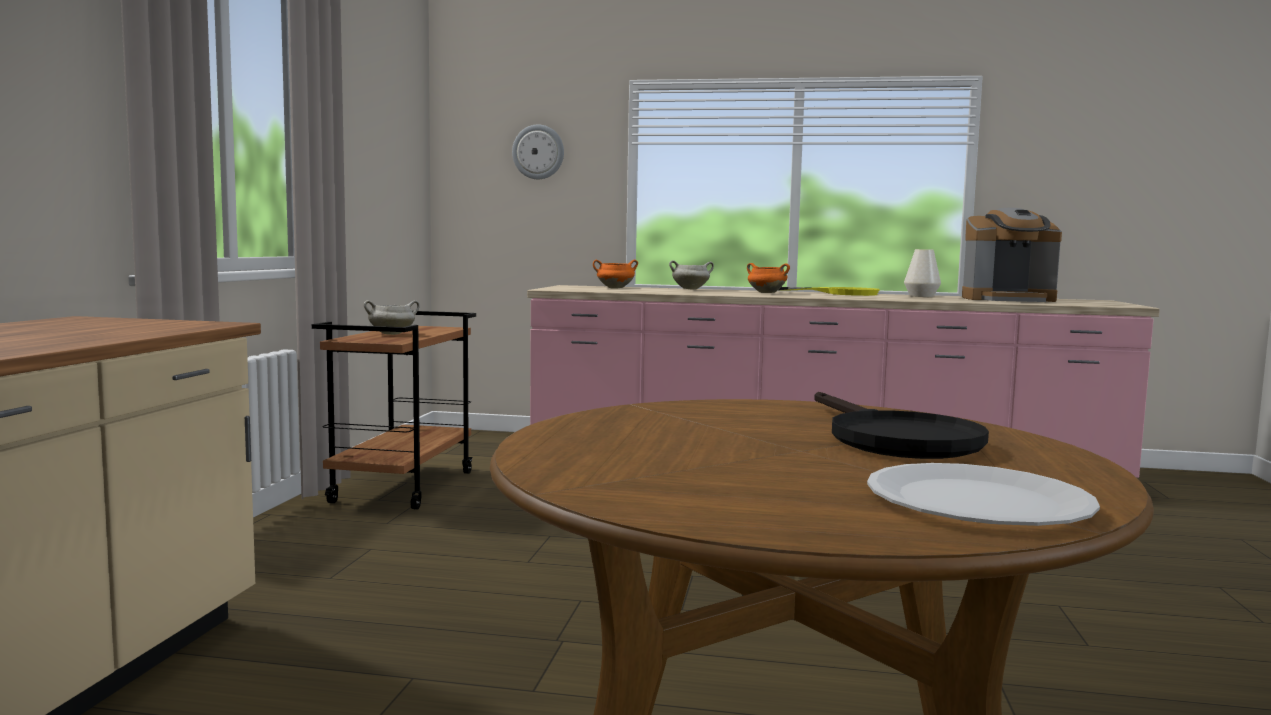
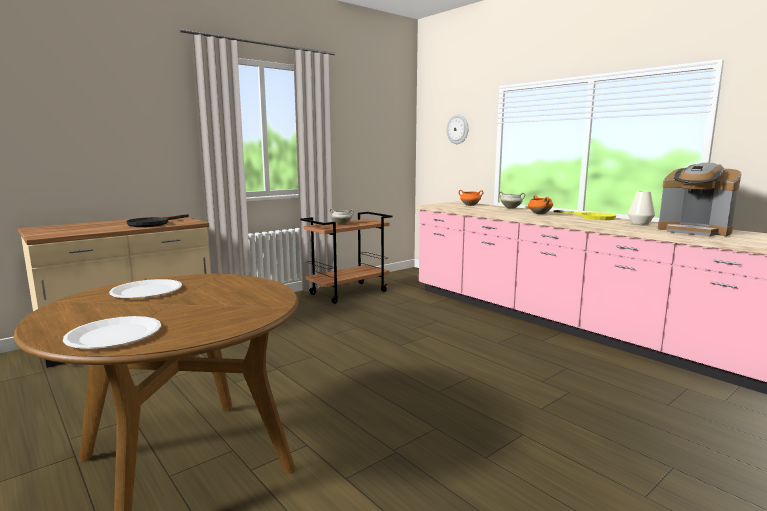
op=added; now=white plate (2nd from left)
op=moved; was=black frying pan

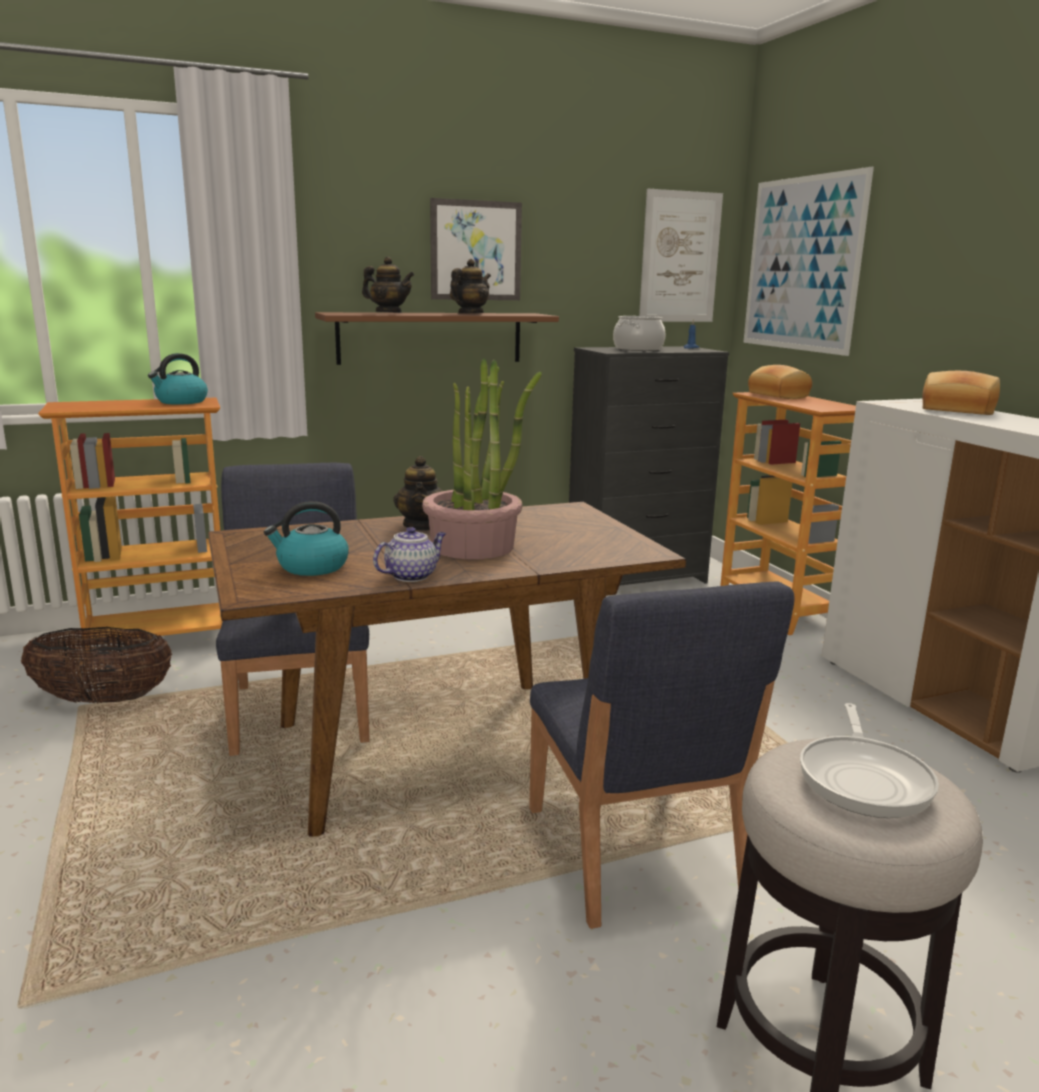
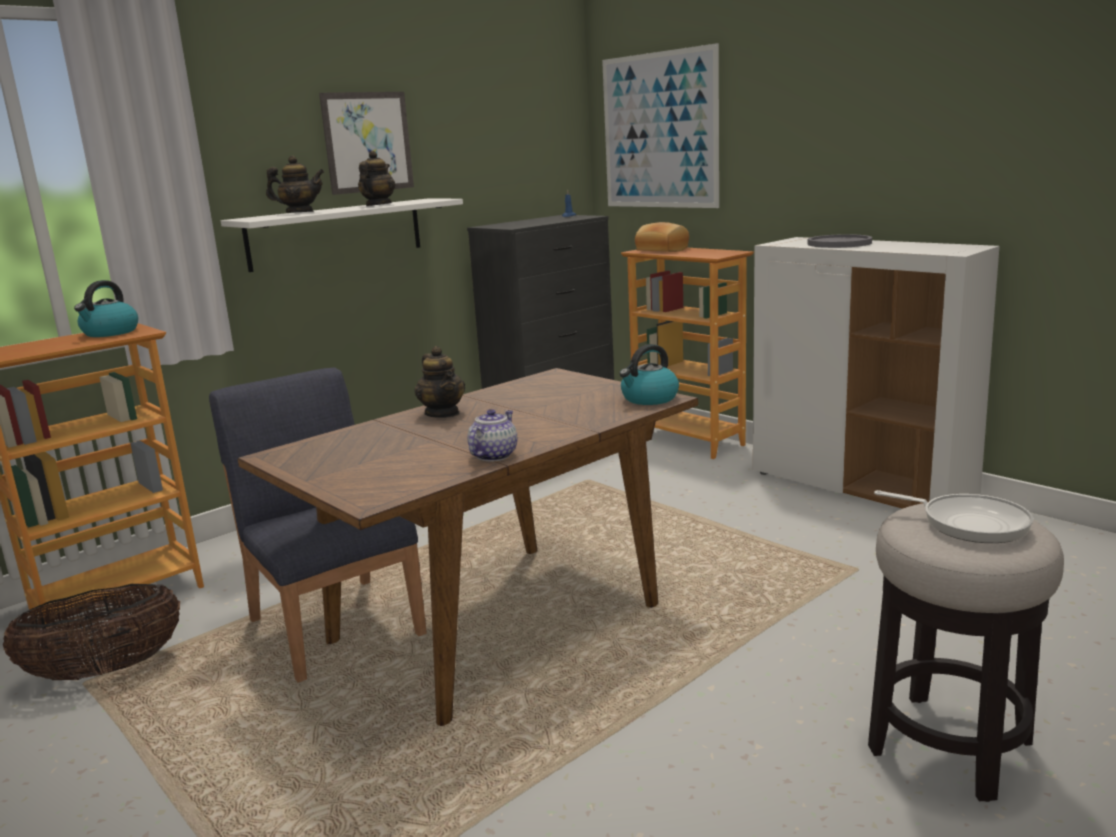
op=removed; was=potted plant
op=removed; was=blue chair (2nd from left)
op=removed; was=cooking pot
op=removed; was=picture (2nd from left)
op=moved; was=kettle (2nd from left)
op=replaced; was=bread (2nd from left); now=grey plate
op=recoloured; was=brown shelf; now=white shelf
op=turned; was=frying pan; clockwise=-45

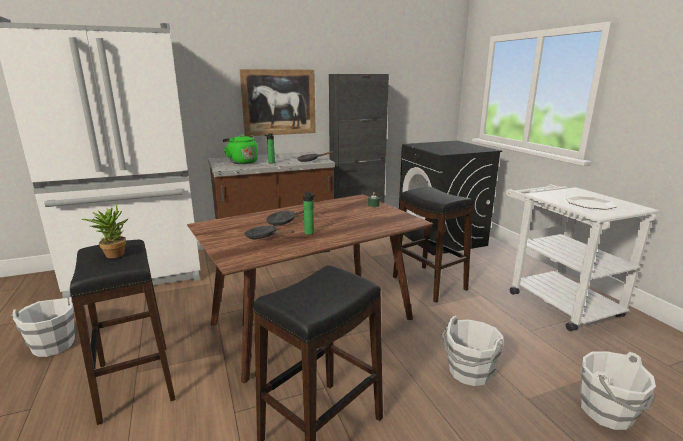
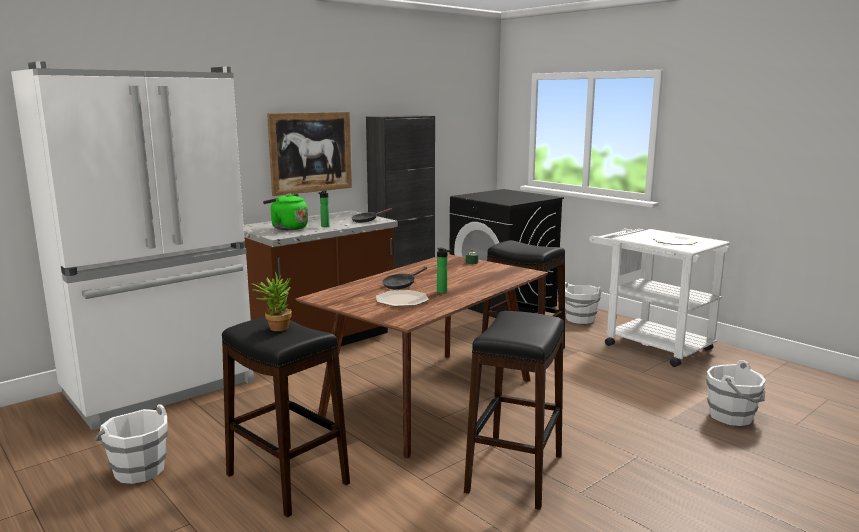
op=moved; was=white bucket (2nd from left)
op=replaced; was=black frying pan (1st from left); now=plate (1st from left)

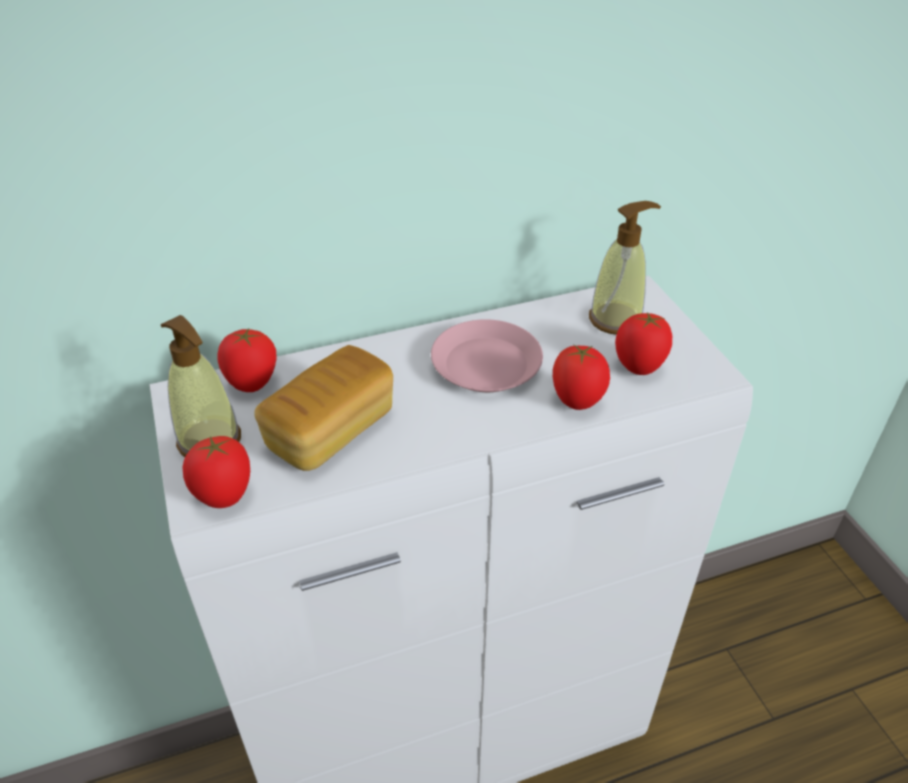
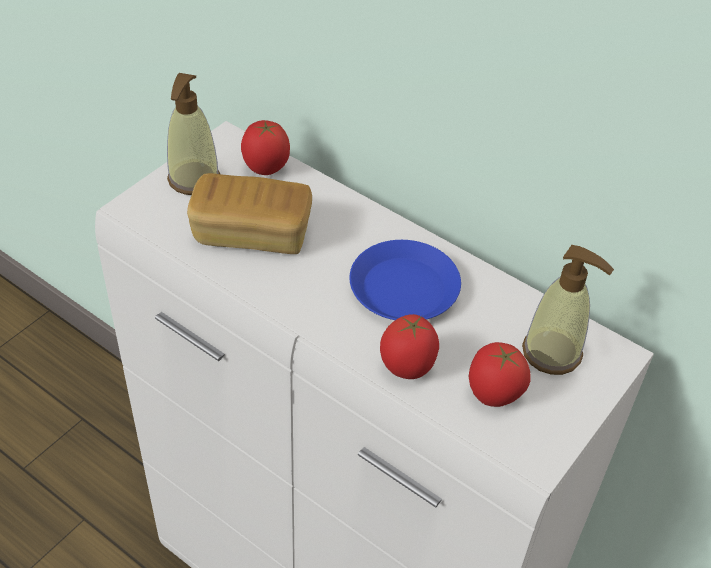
op=removed; was=tomato (1st from left)
op=recoloured; was=pink plate; now=blue plate

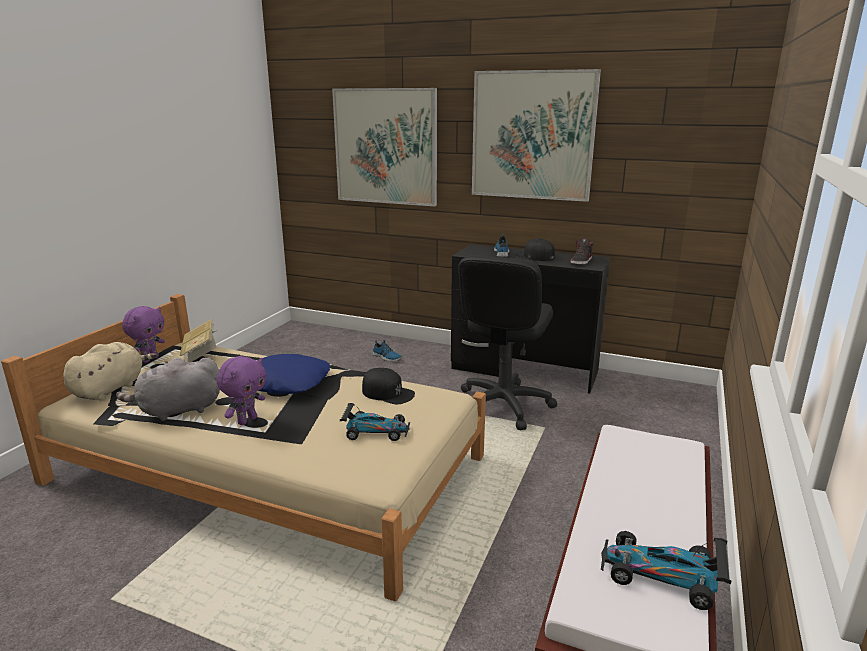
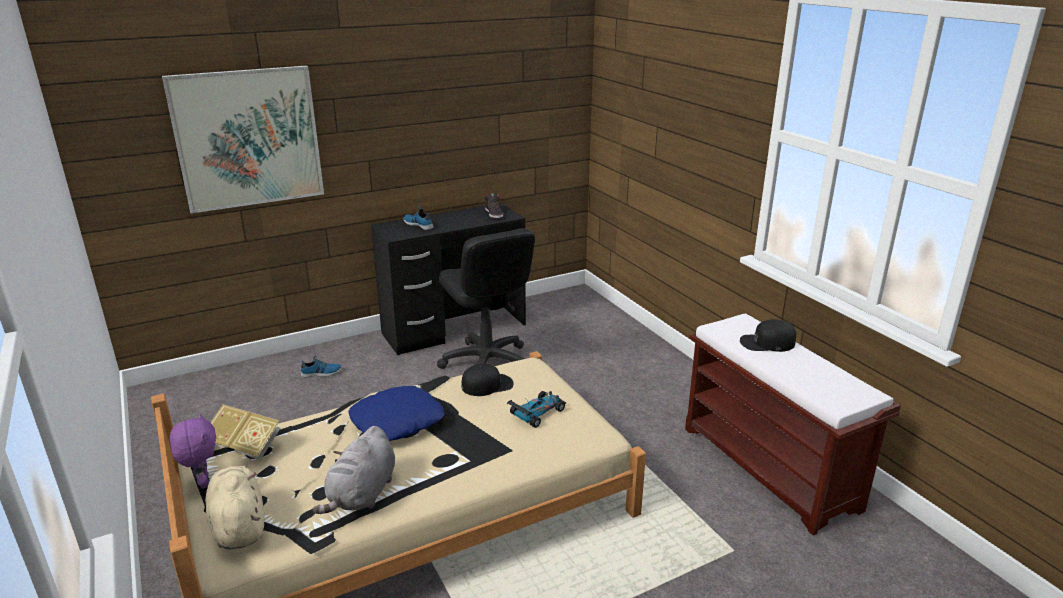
op=removed; was=purple plush toy (2nd from left)
op=removed; was=picture (2nd from left)
op=removed; was=toy car (2nd from left)
op=moved; was=black cap (2nd from left)

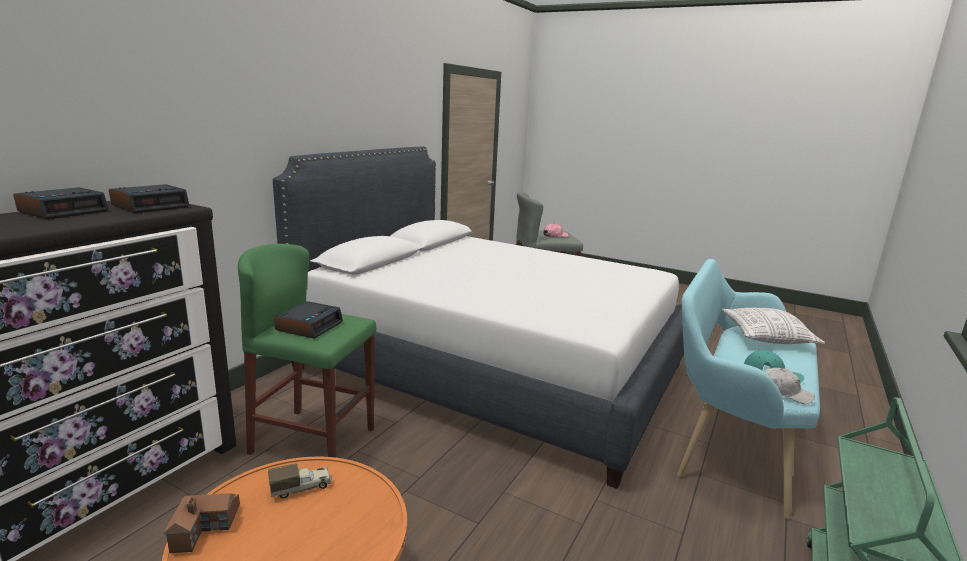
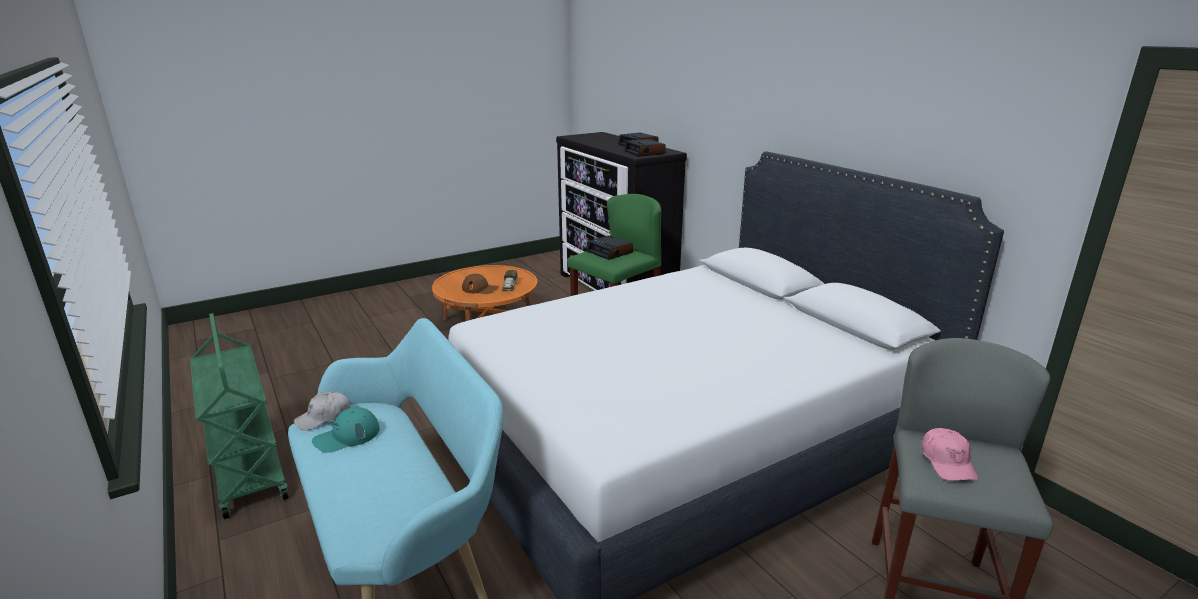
op=removed; was=toy house
op=removed; was=pillow
op=added; now=brown cap

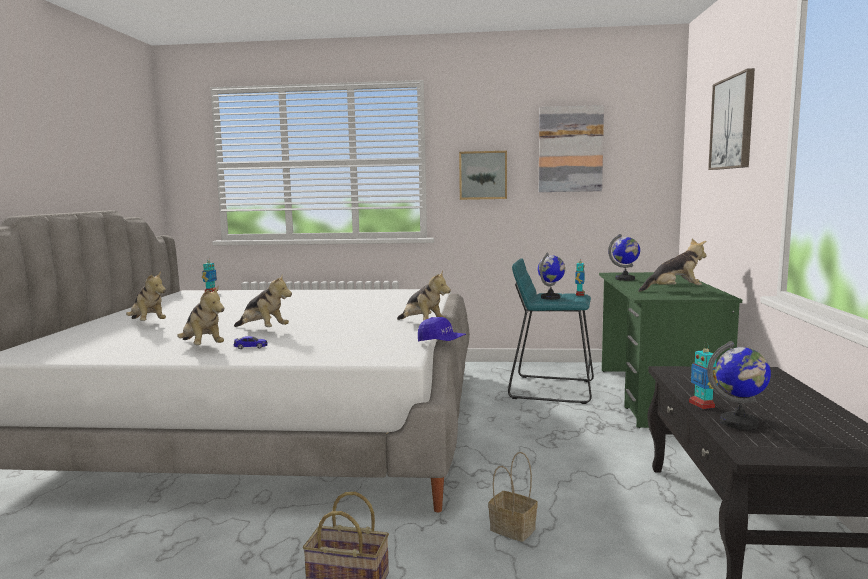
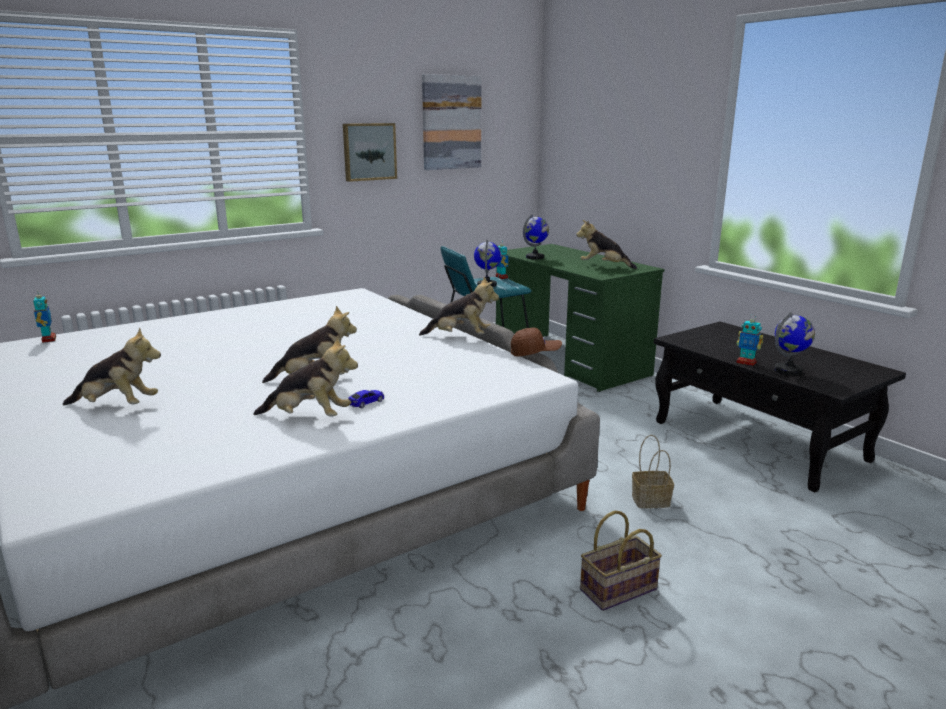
op=removed; was=picture (3rd from left)
op=recoloured; was=blue cap; now=brown cap
op=turned; was=plush toy (5th from left); clockwise=-120

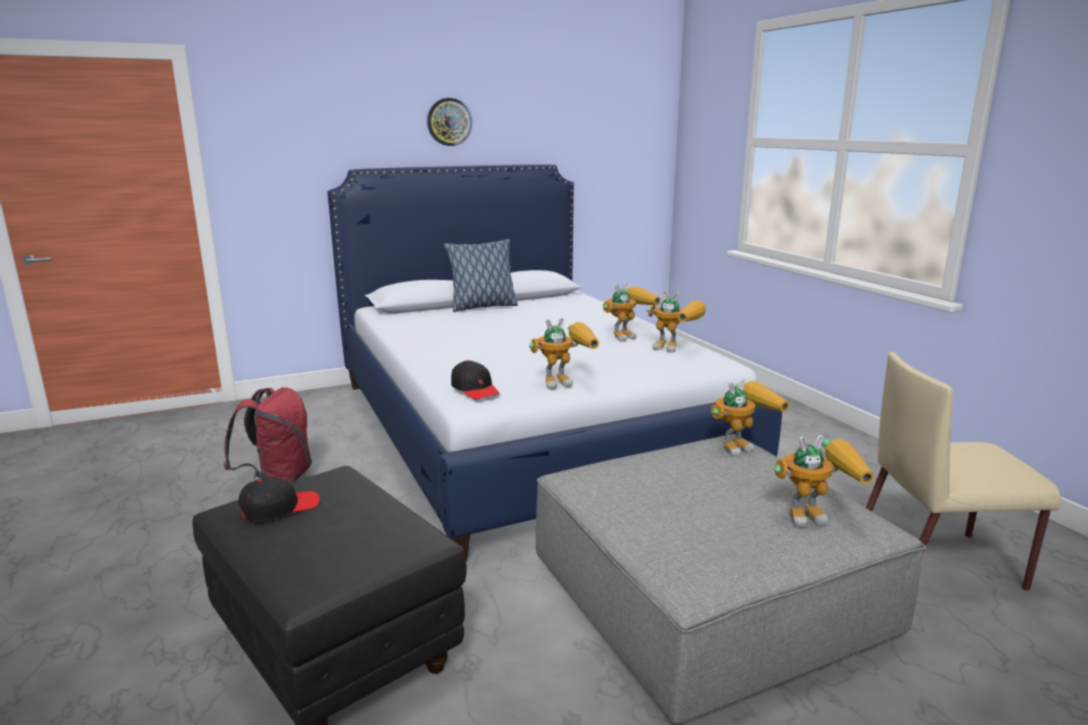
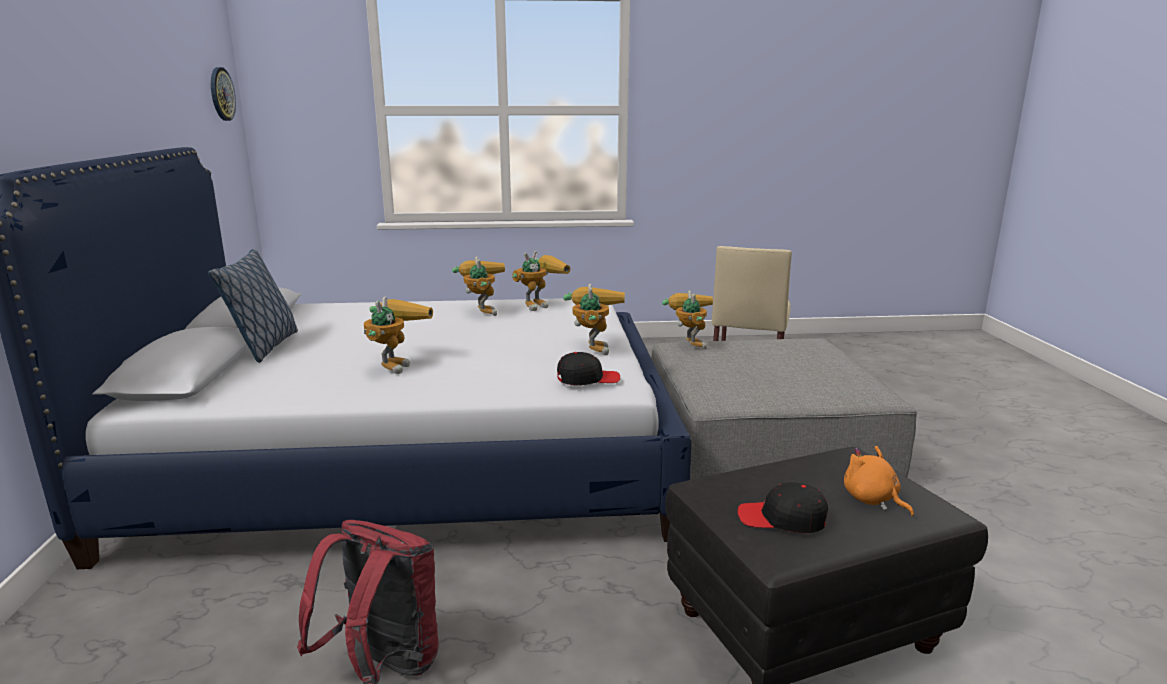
op=added; now=orange plush toy
op=moved; was=wall clock
op=moved; was=toy robot (5th from left in the first image); now=toy robot (1st from left)
op=turned; was=black cap (1st from left in the first image); clockwise=-60

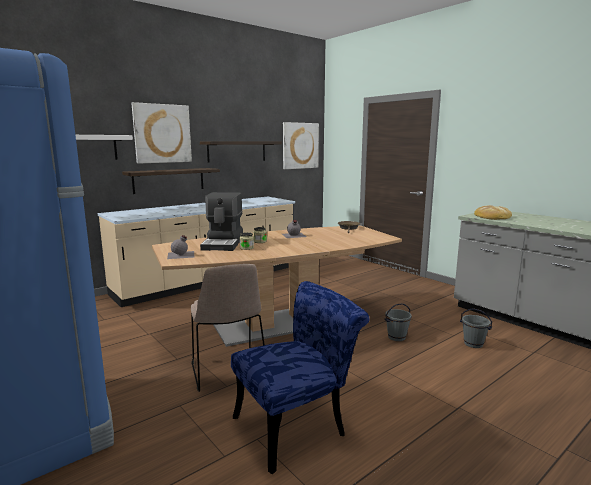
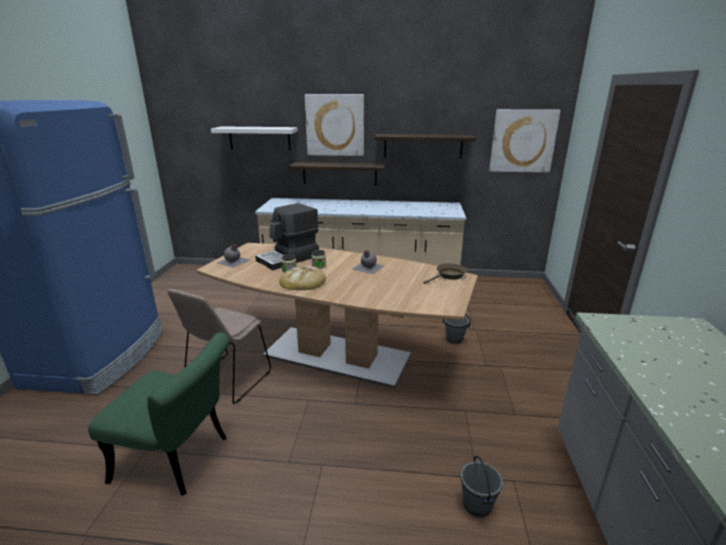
op=moved; was=grey bucket (1st from left)
op=moved; was=bread
op=recoloured; was=blue chair; now=green chair

